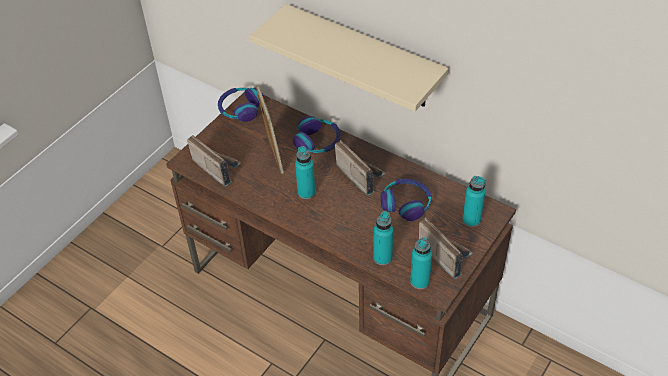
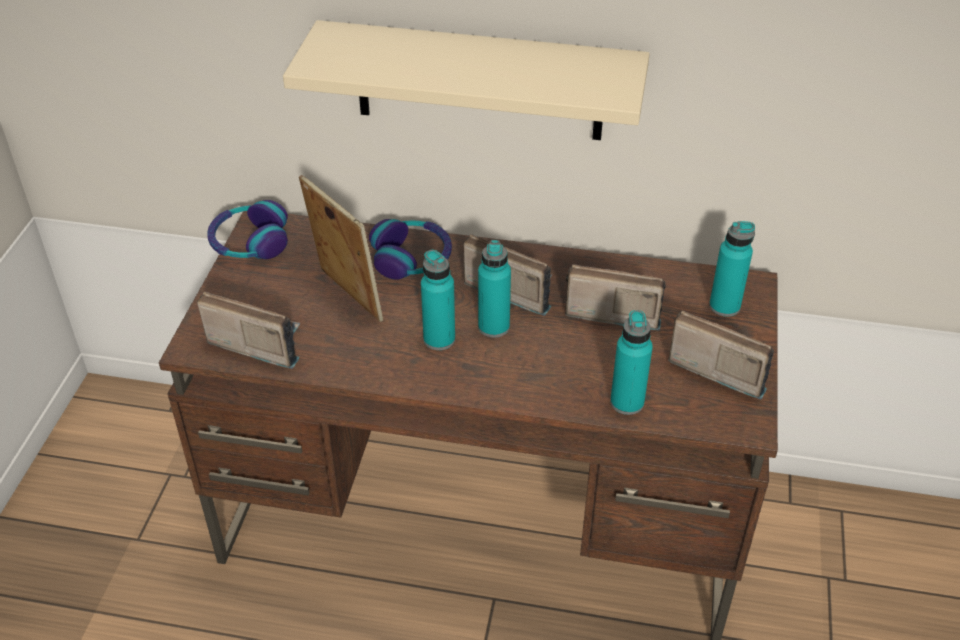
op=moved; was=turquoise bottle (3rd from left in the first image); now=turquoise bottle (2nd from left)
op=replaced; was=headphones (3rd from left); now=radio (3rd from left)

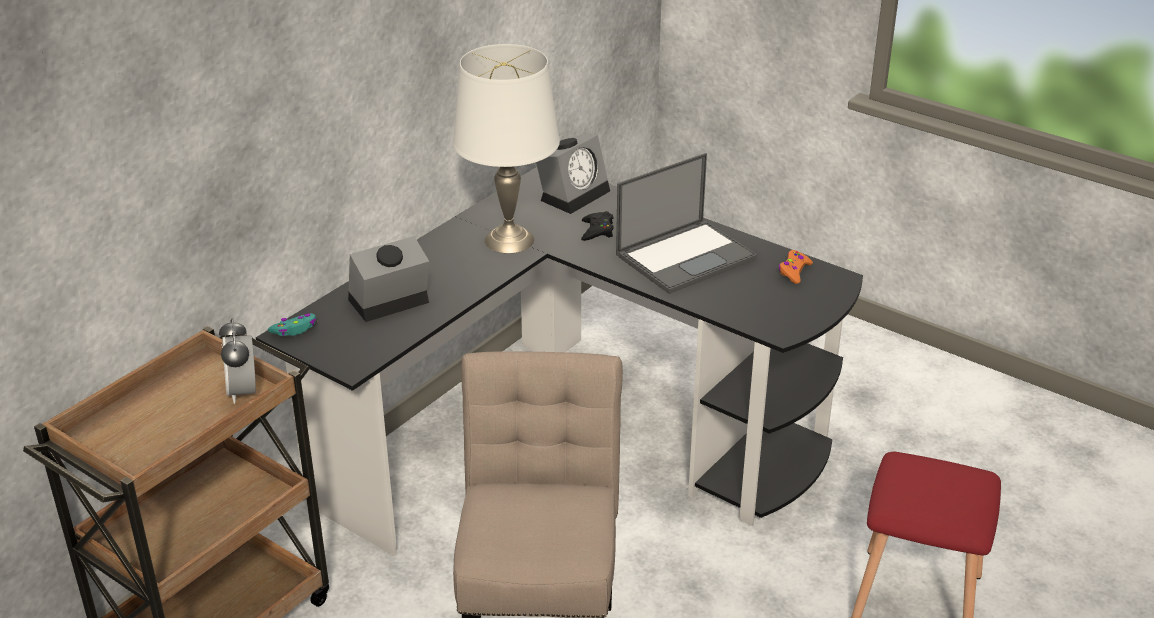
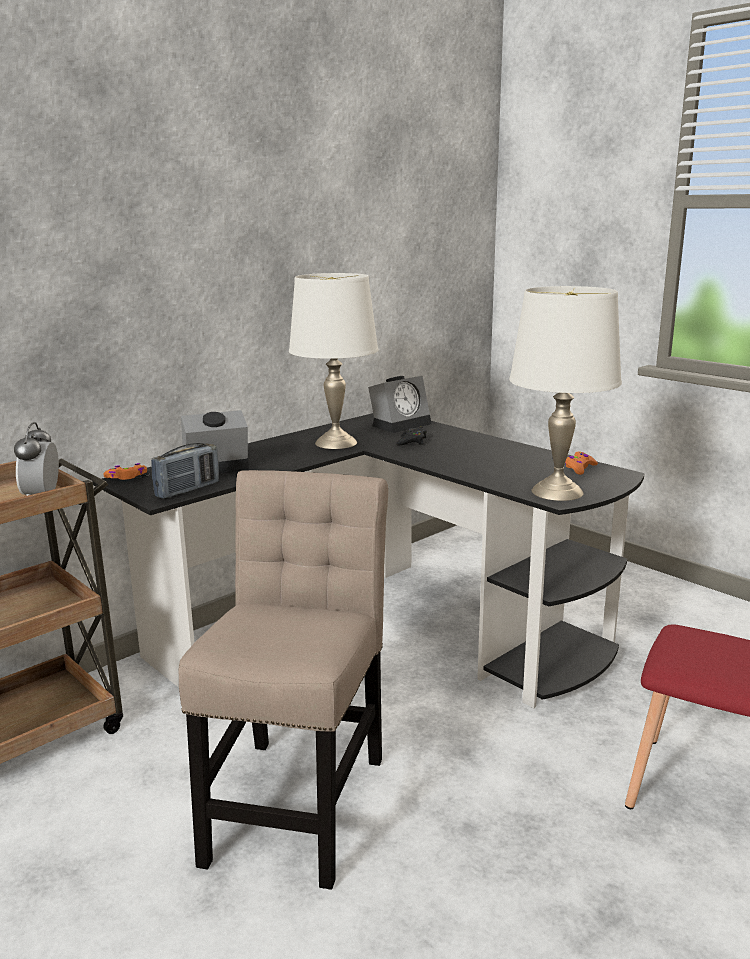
op=removed; was=laptop
op=added; now=radio
op=added; now=white table lamp (2nd from left)
op=recoloured; was=turquoise game controller; now=orange game controller (1st from left)

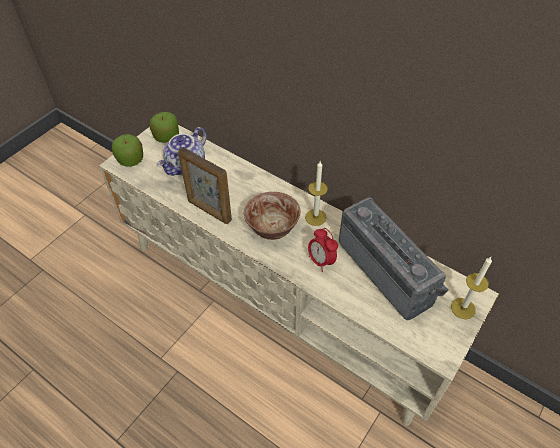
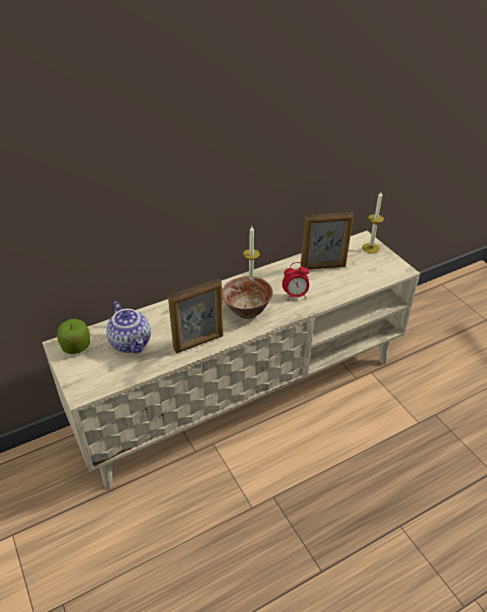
op=removed; was=apple (1st from left)
op=replaced; was=radio; now=picture frame (2nd from left)

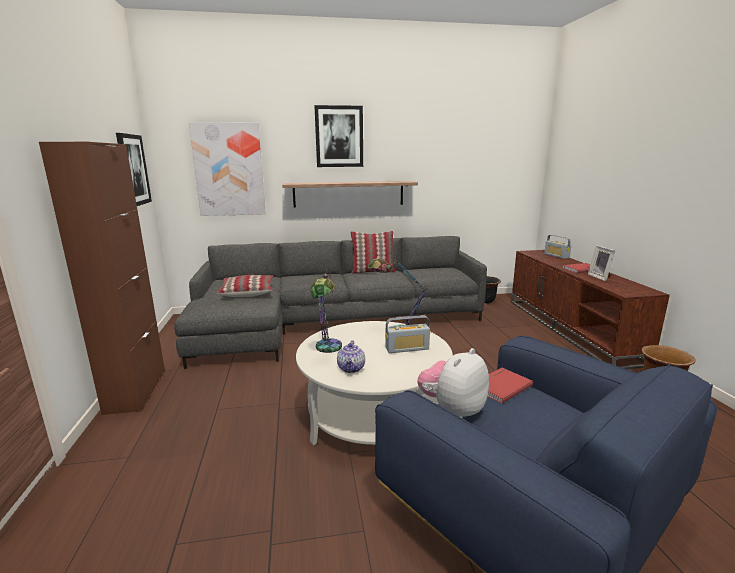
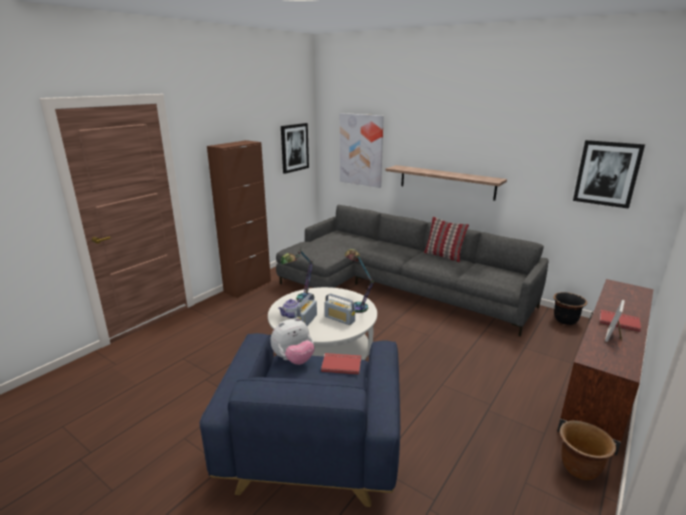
op=removed; was=pillow (1st from left)
op=moved; was=picture (3rd from left)
op=moved; was=radio (2nd from left in the first image); now=radio (1st from left)
op=turned; was=plush toy; clockwise=150

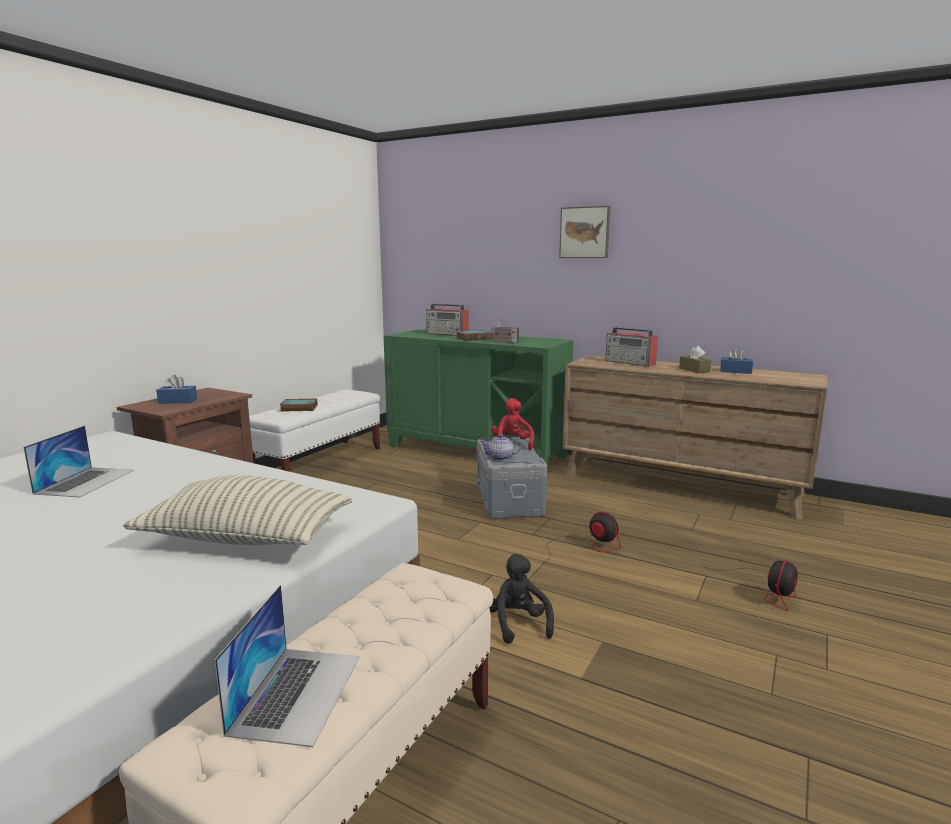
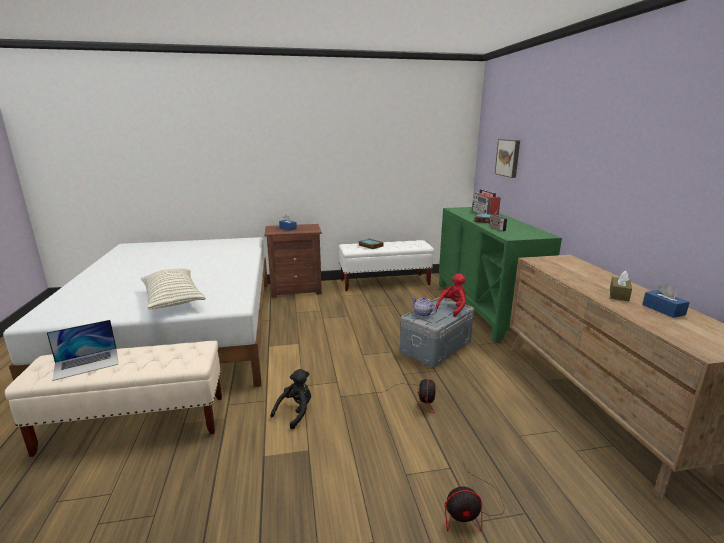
op=removed; was=laptop (1st from left)
op=removed; was=radio (3rd from left)
op=moved; was=picture

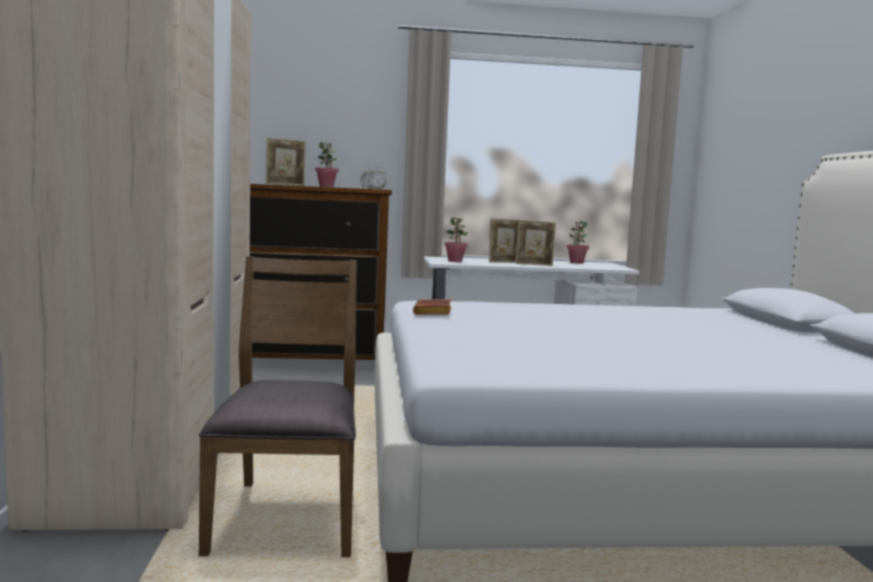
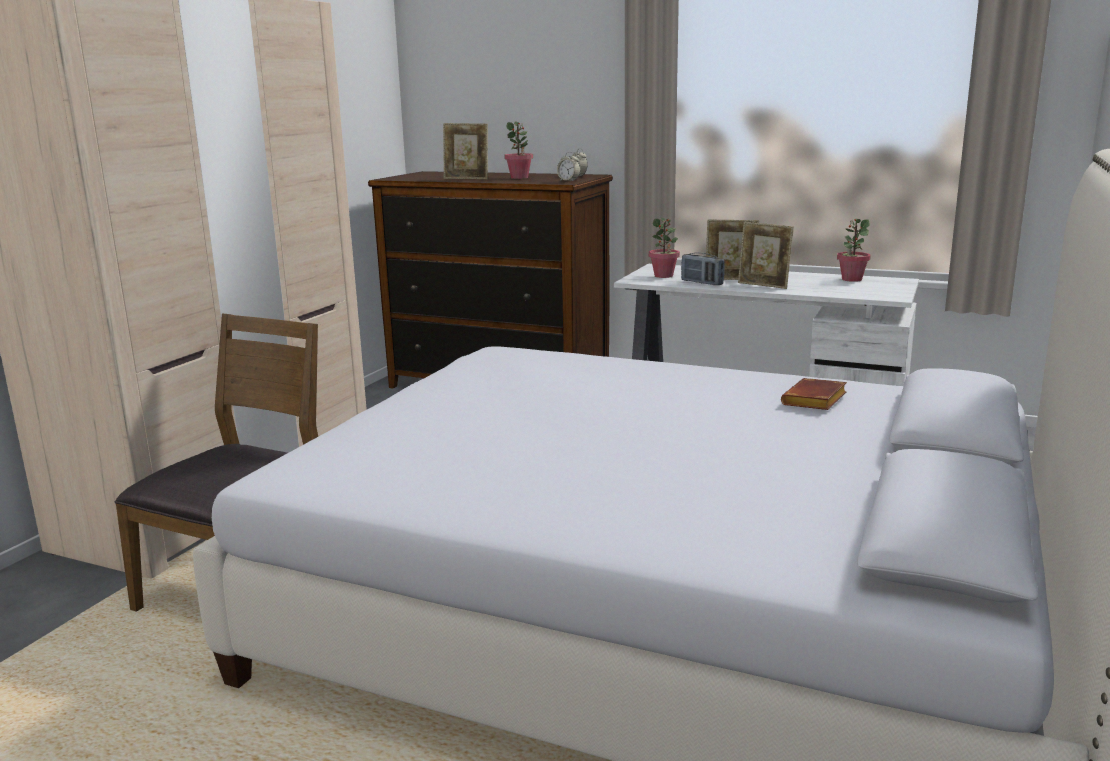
op=added; now=radio
op=moved; was=brown book

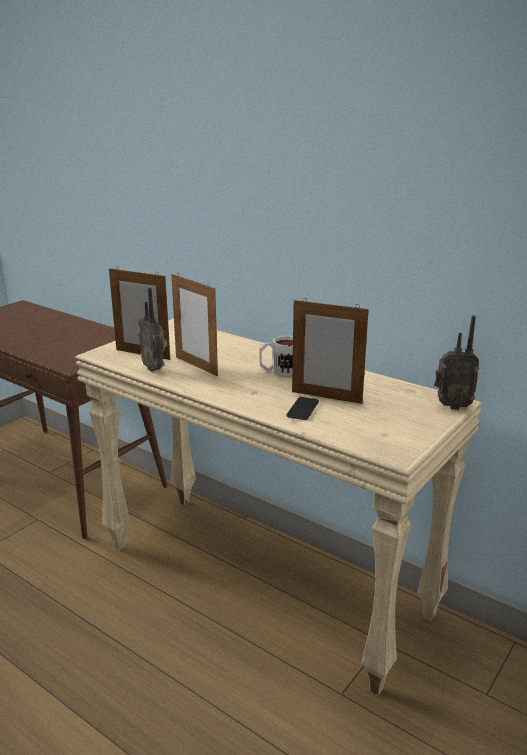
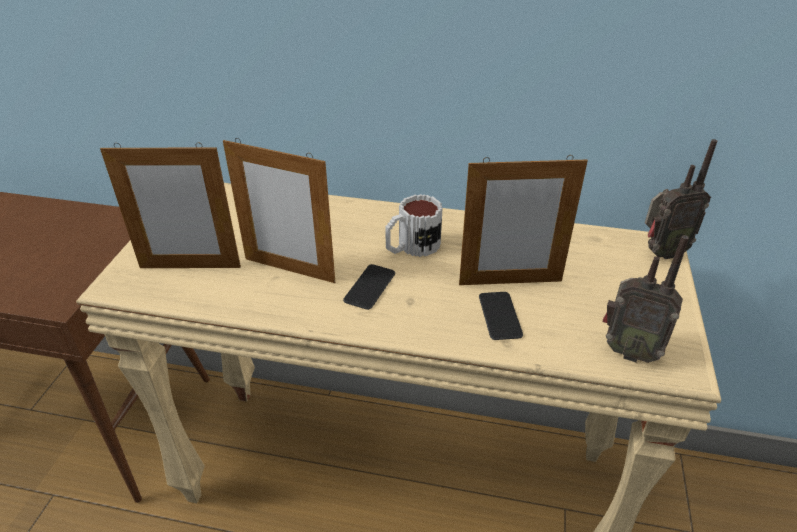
op=added; now=phone (1st from left)
op=moved; was=radio (1st from left)

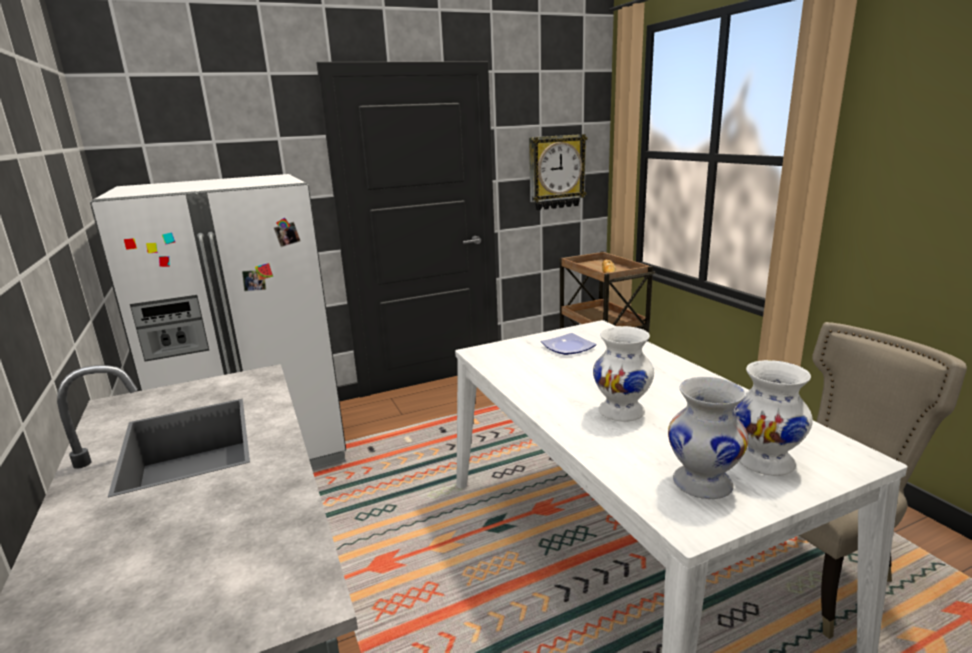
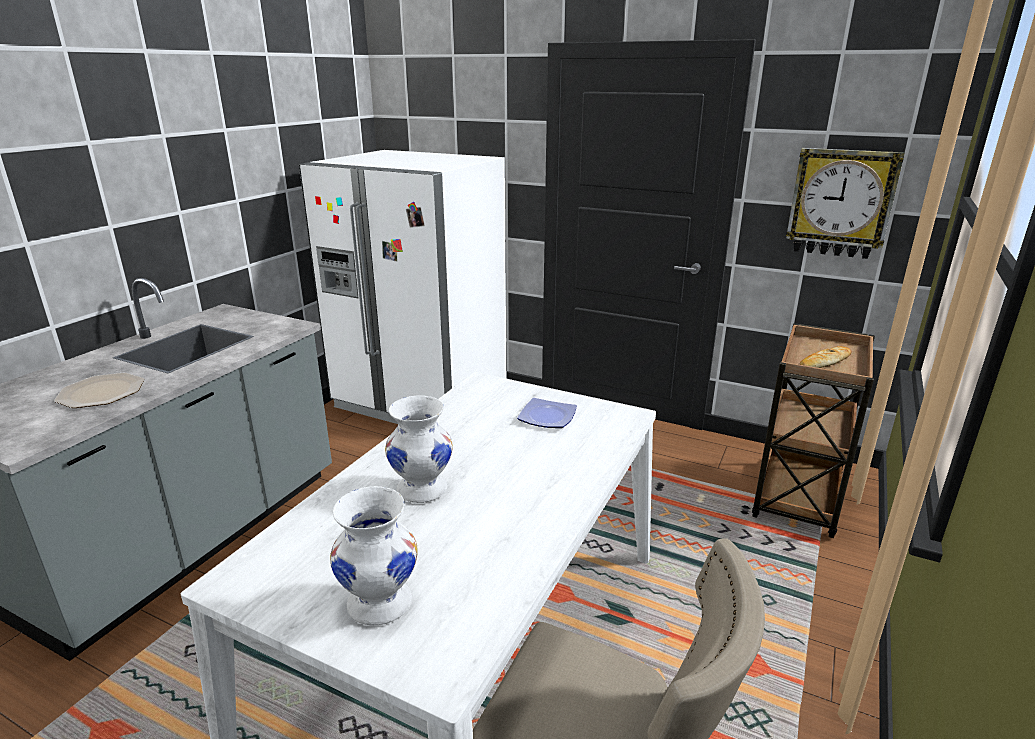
op=removed; was=white vase (2nd from left)
op=added; now=plate (1st from left)

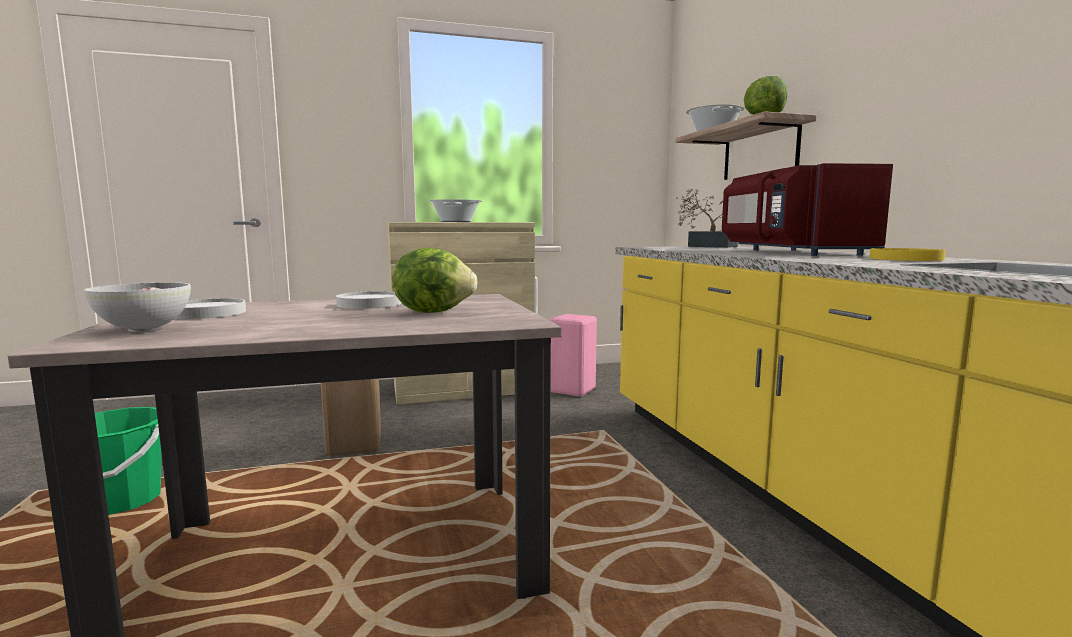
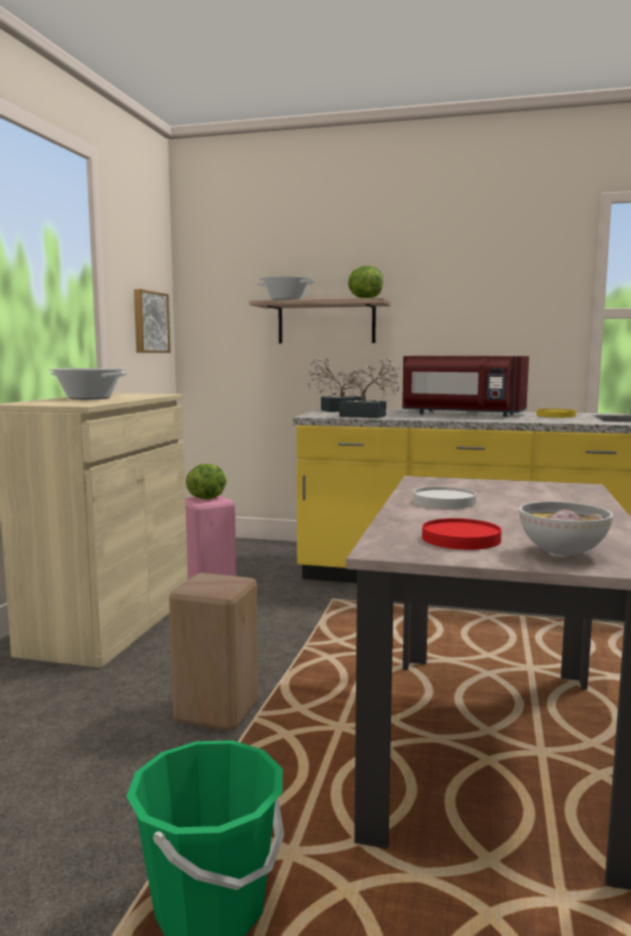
op=added; now=picture
op=added; now=potted plant (2nd from left)
op=moved; was=lettuce (1st from left)
op=recoloured; was=white plate (1st from left); now=red plate

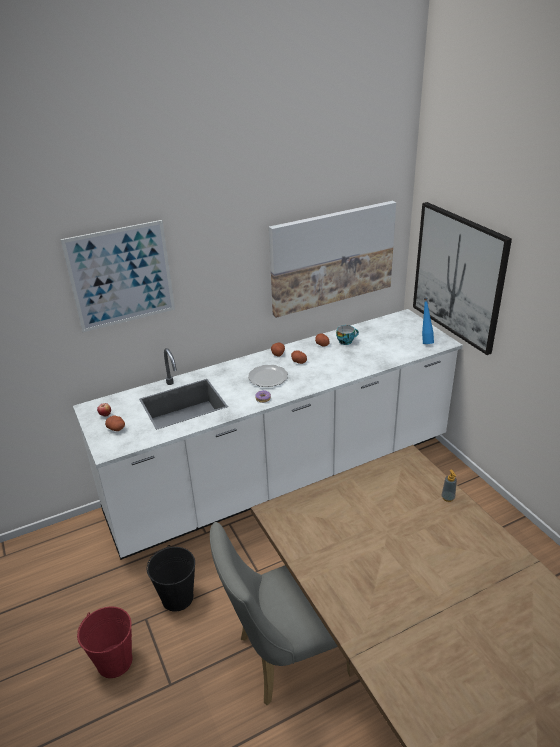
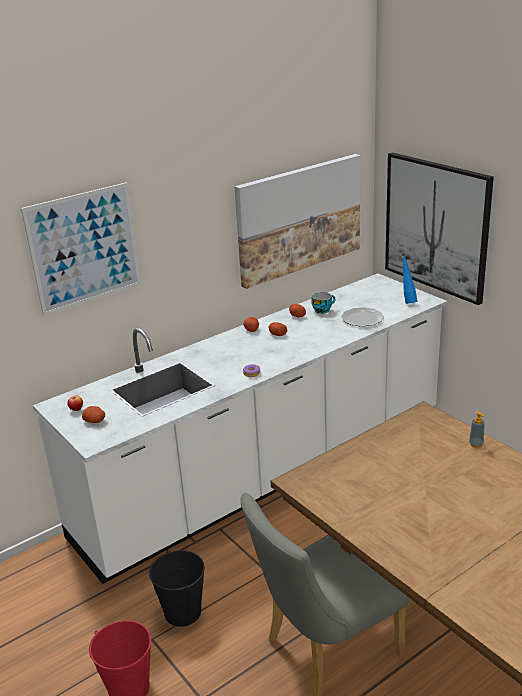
op=moved; was=plate

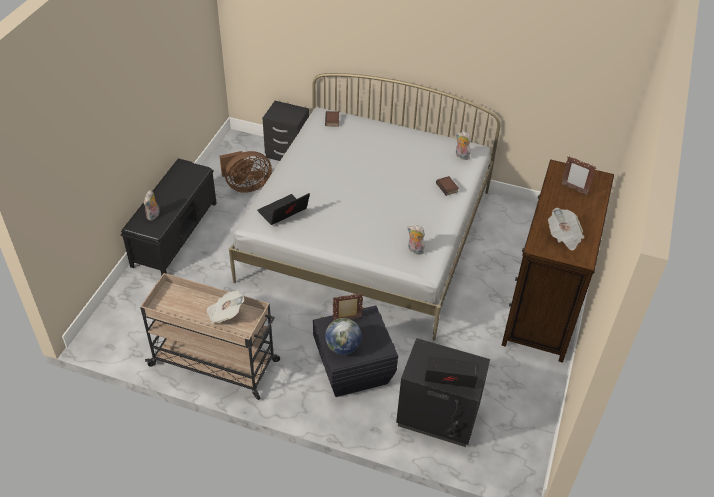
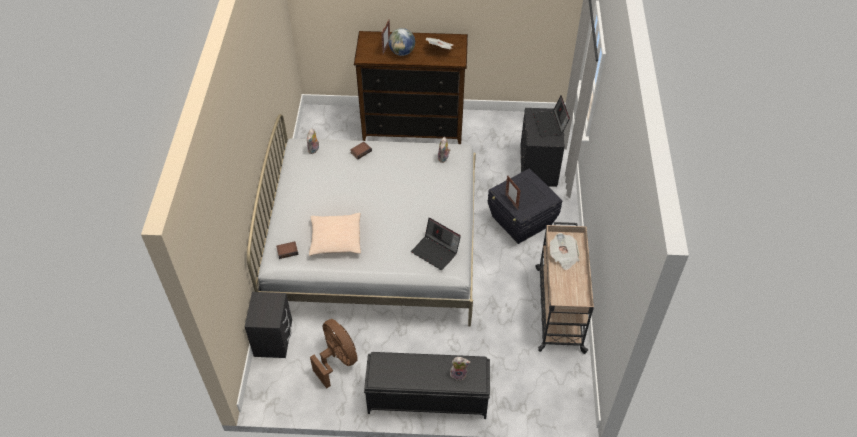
op=added; now=beige pillow
op=moved; was=globe

